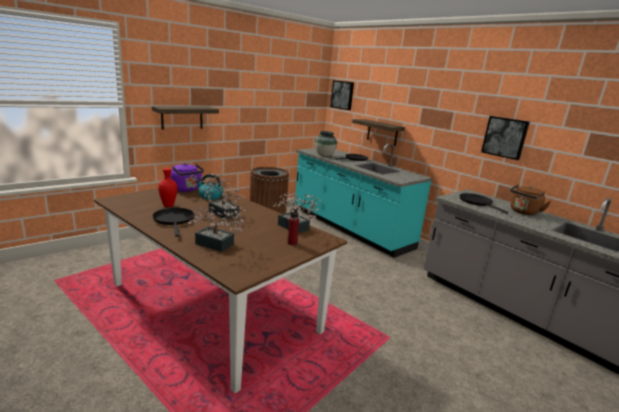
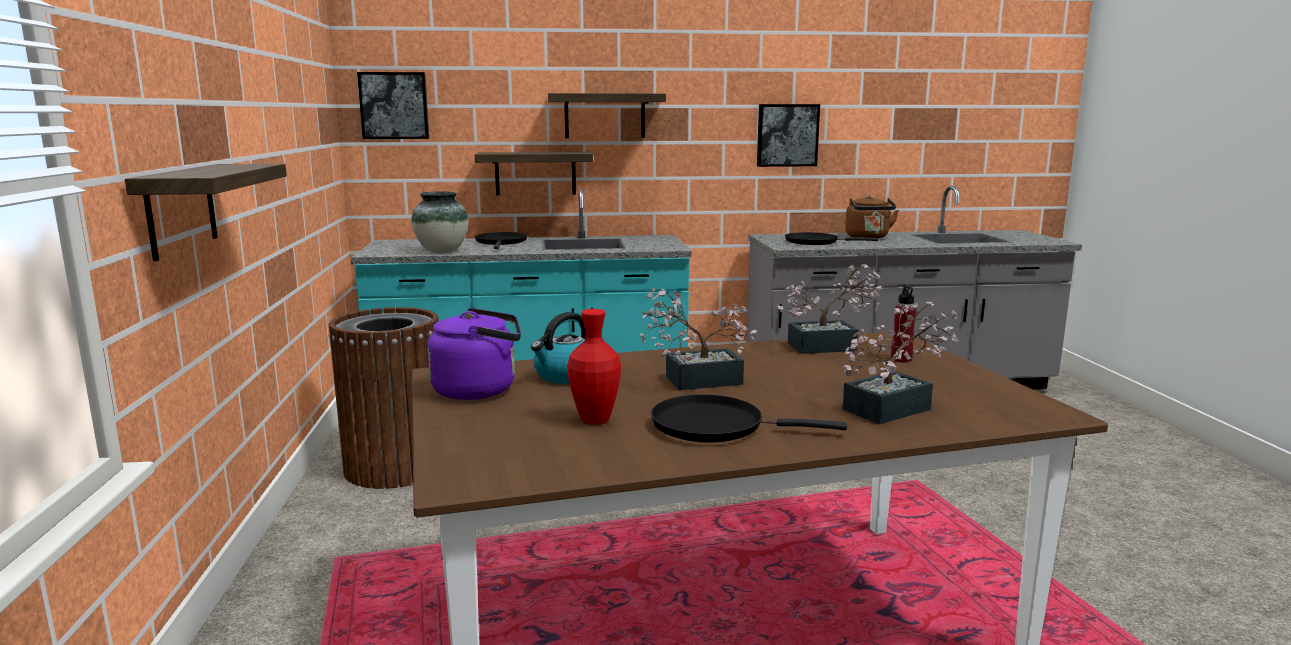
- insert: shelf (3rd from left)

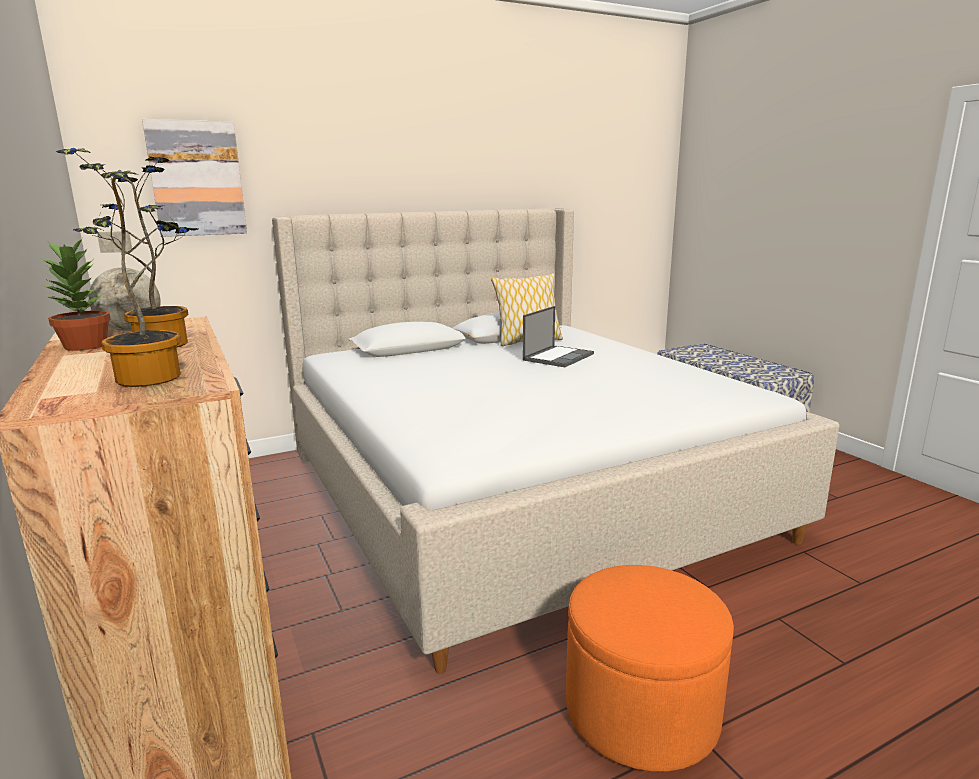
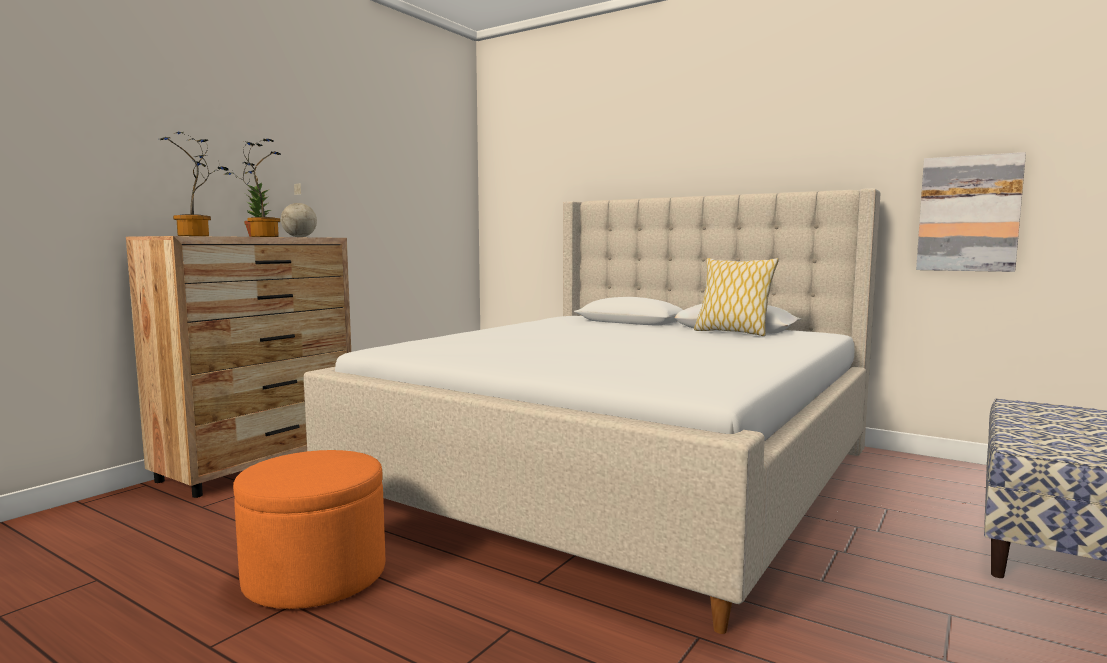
- move: picture
- delete: notebook computer

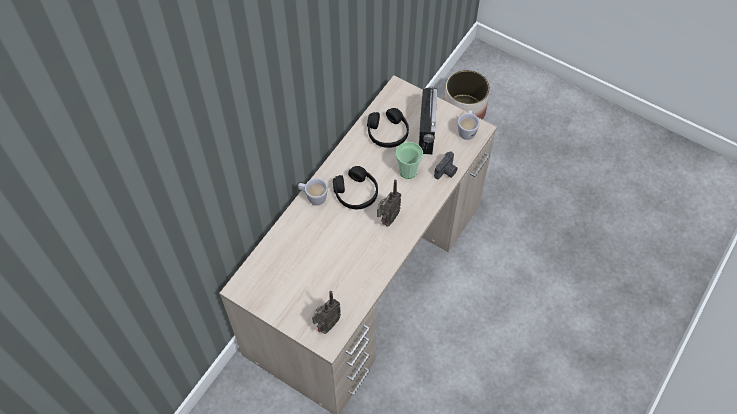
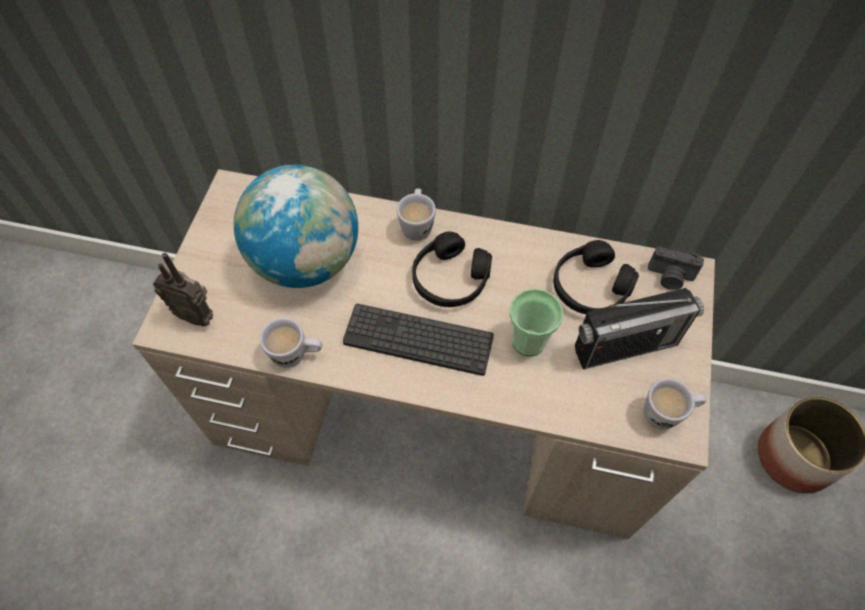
- replace: radio receiver (2nd from left) to PC keyboard
- move: still camera
- insert: world globe
- insert: coffee mug (white-coloured) (1st from left)

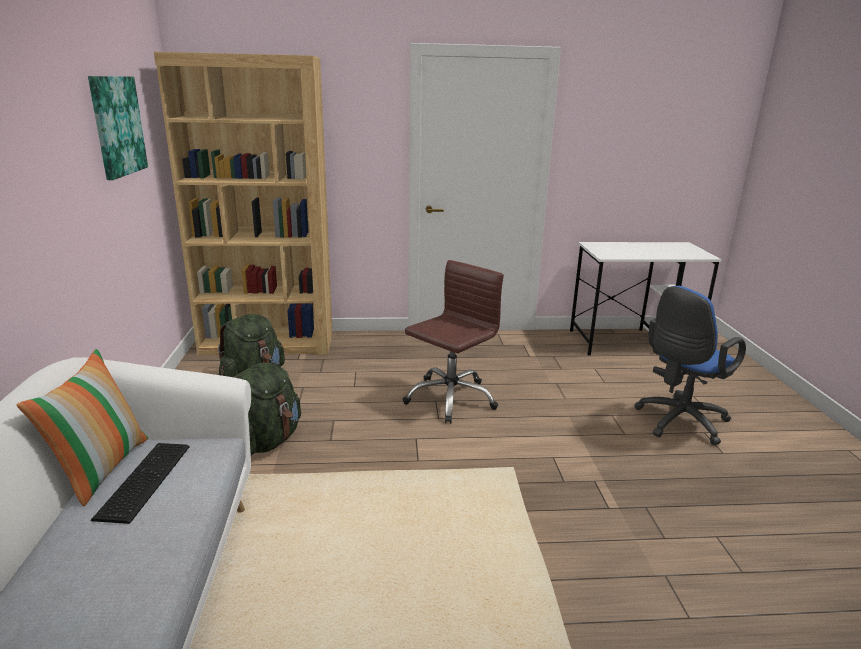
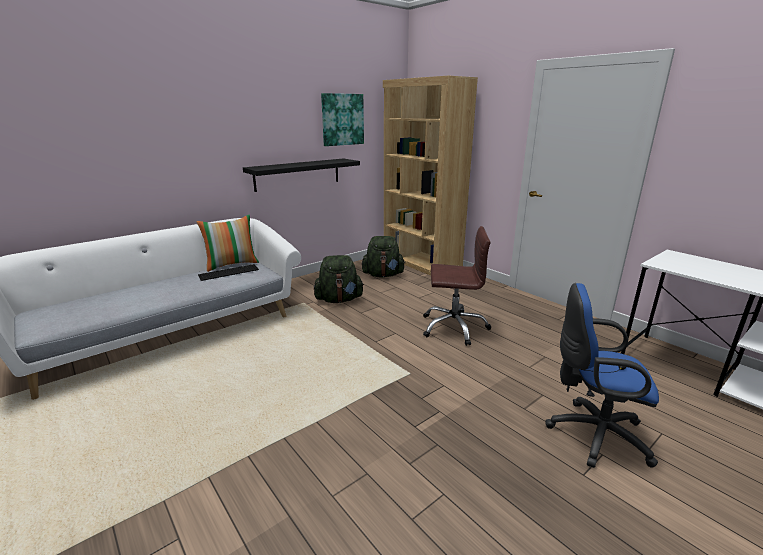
- insert: shelf (black)

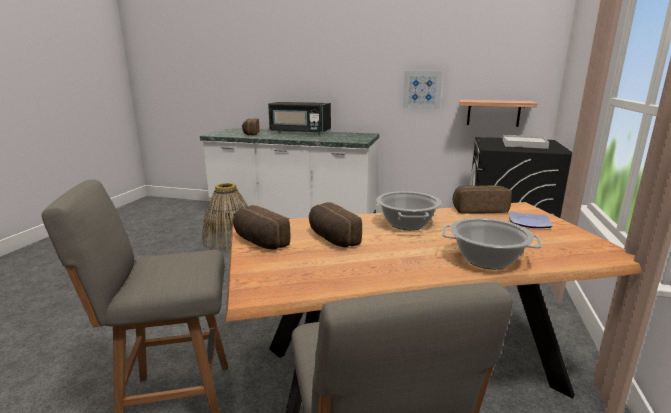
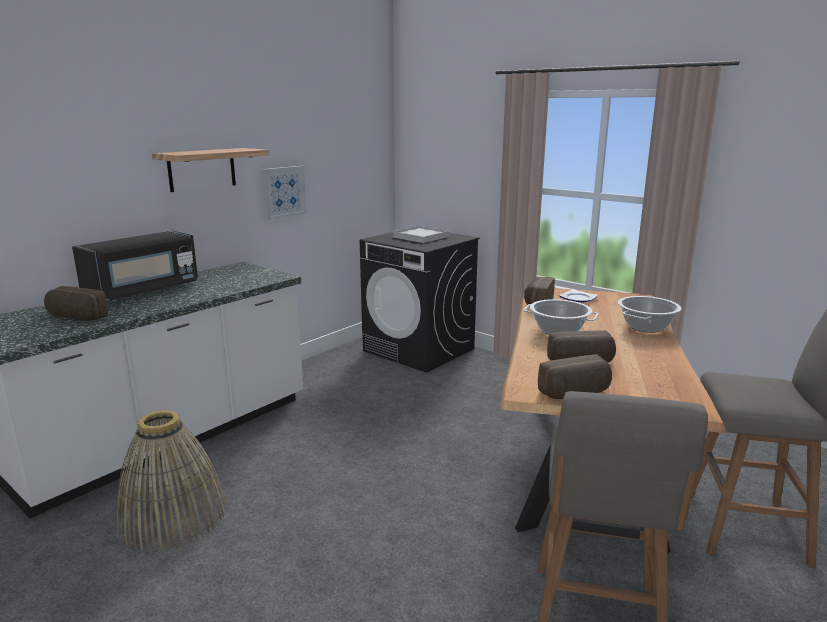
- move: shelf

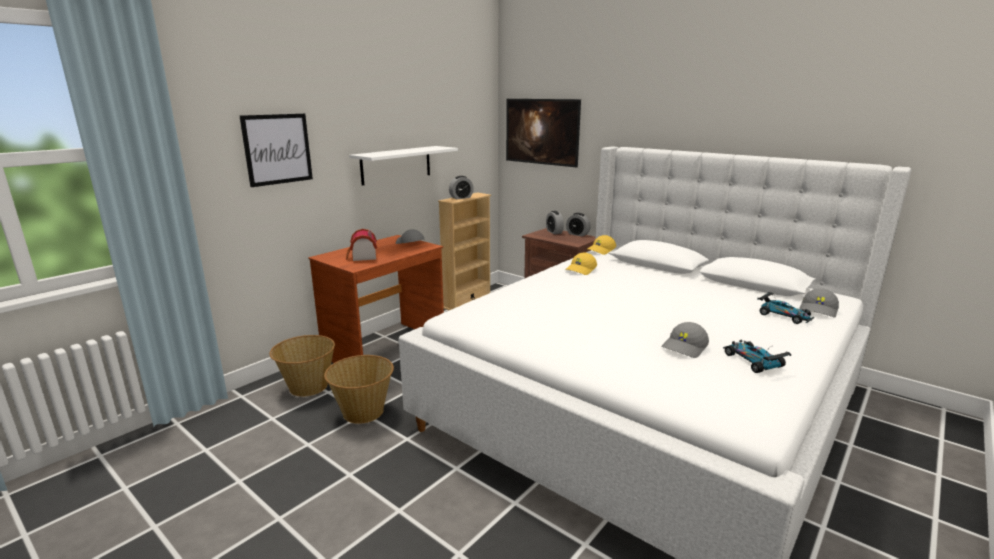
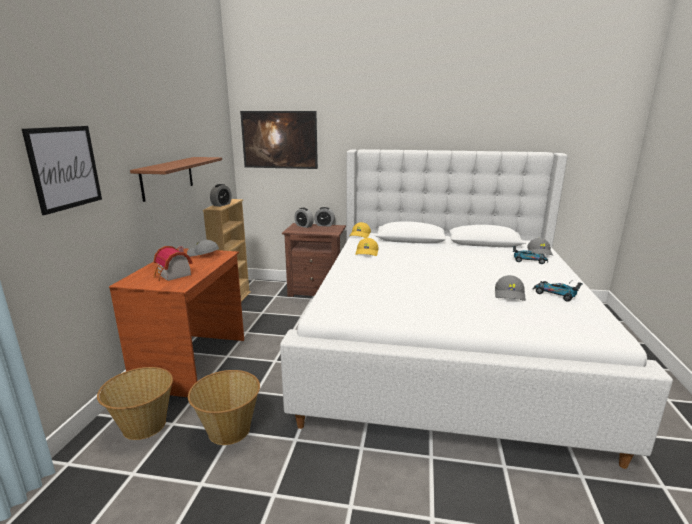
- recolor: shelf (white-coloured) to shelf (brown-coloured)

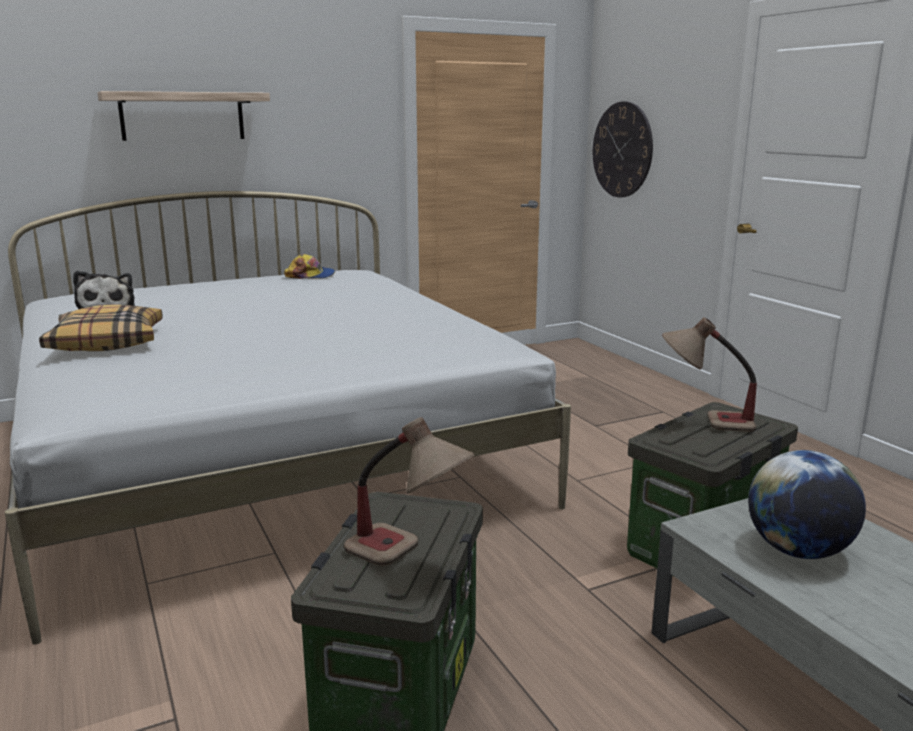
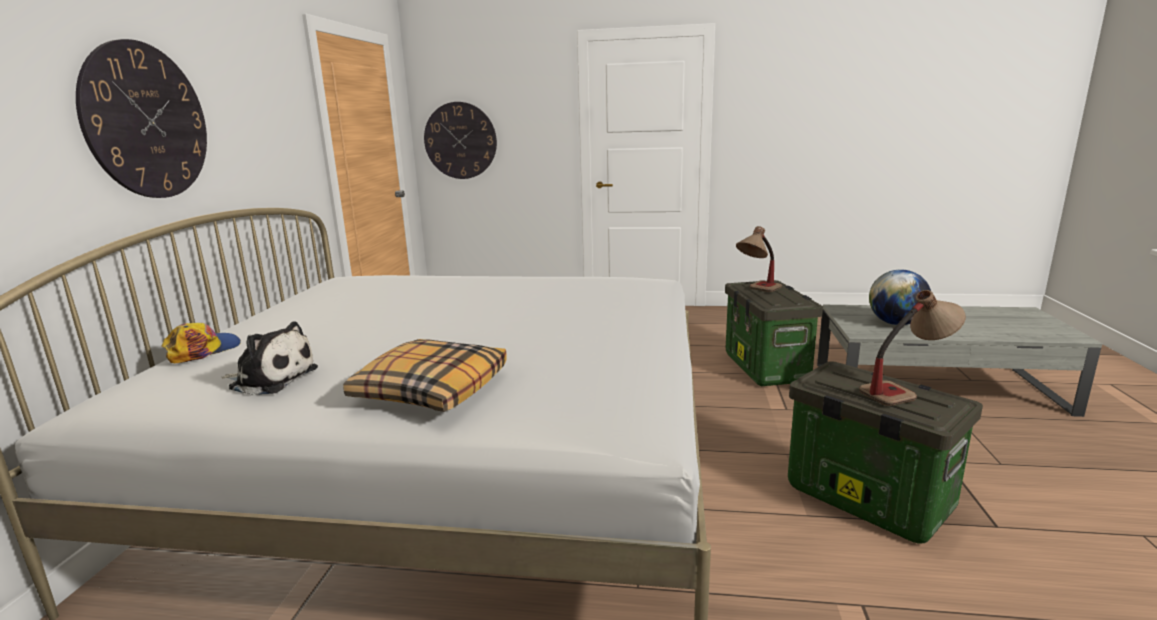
- replace: shelf to hanging clock (1st from left)
- move: baseball cap

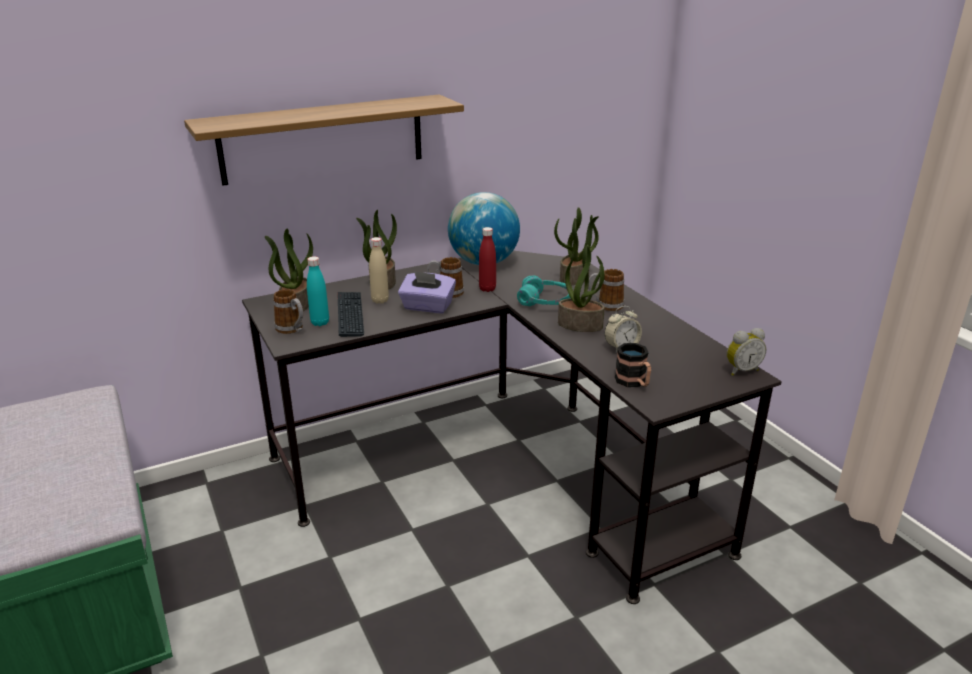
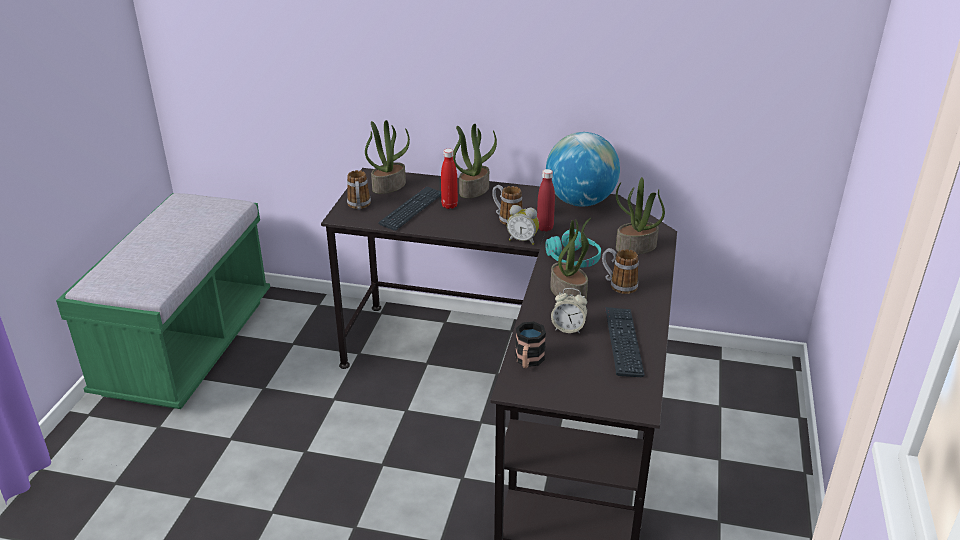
- delete: shelf
- delete: beverage bottle (turquoise)
- recolor: beverage bottle (sand-coloured) to beverage bottle (reddish) (1st from left)
- delete: tissue holder (purple-coloured)
- move: bedside clock (2nd from left in the first image) to bedside clock (1st from left)
- insert: PC keyboard (2nd from left)

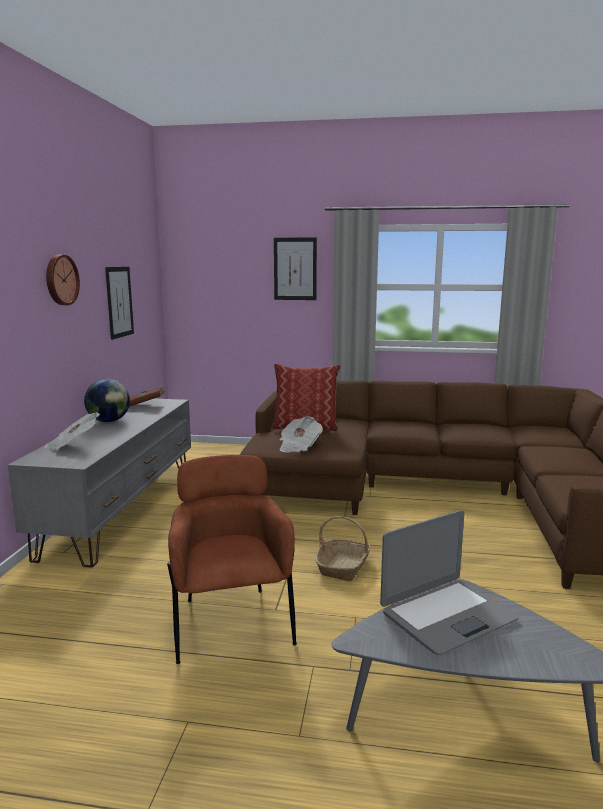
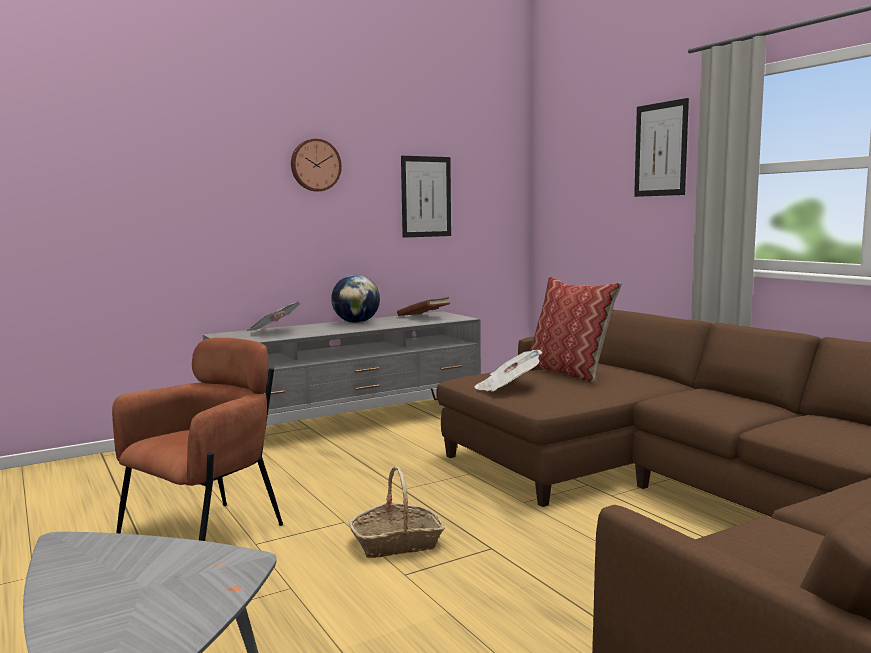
- delete: notebook computer

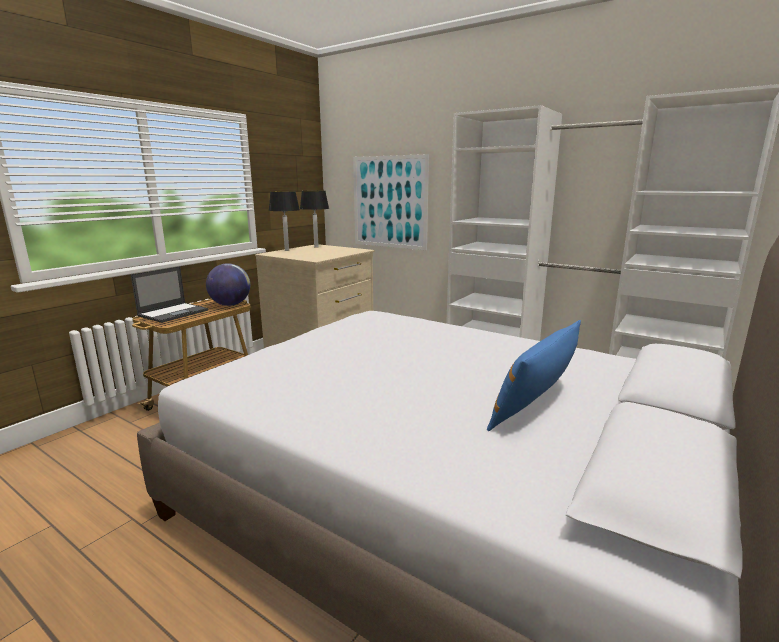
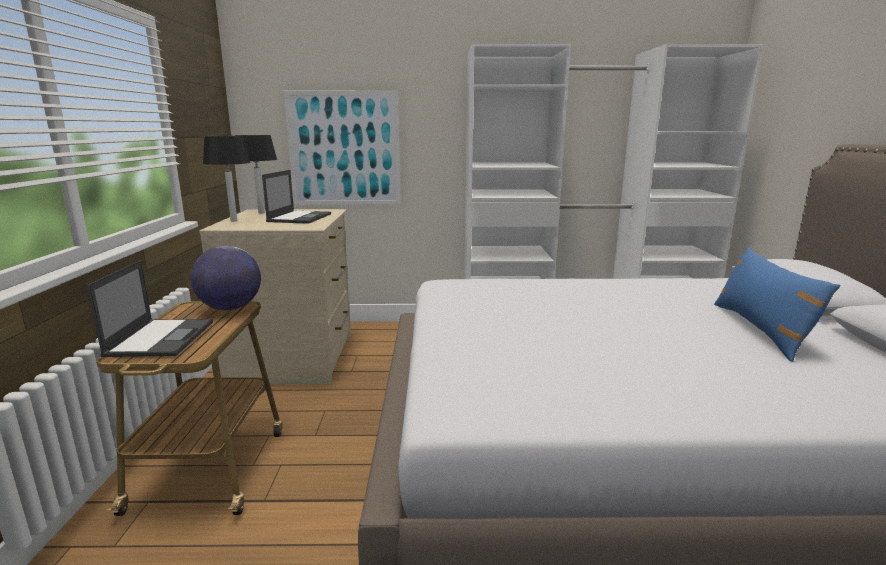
- insert: notebook computer (2nd from left)

